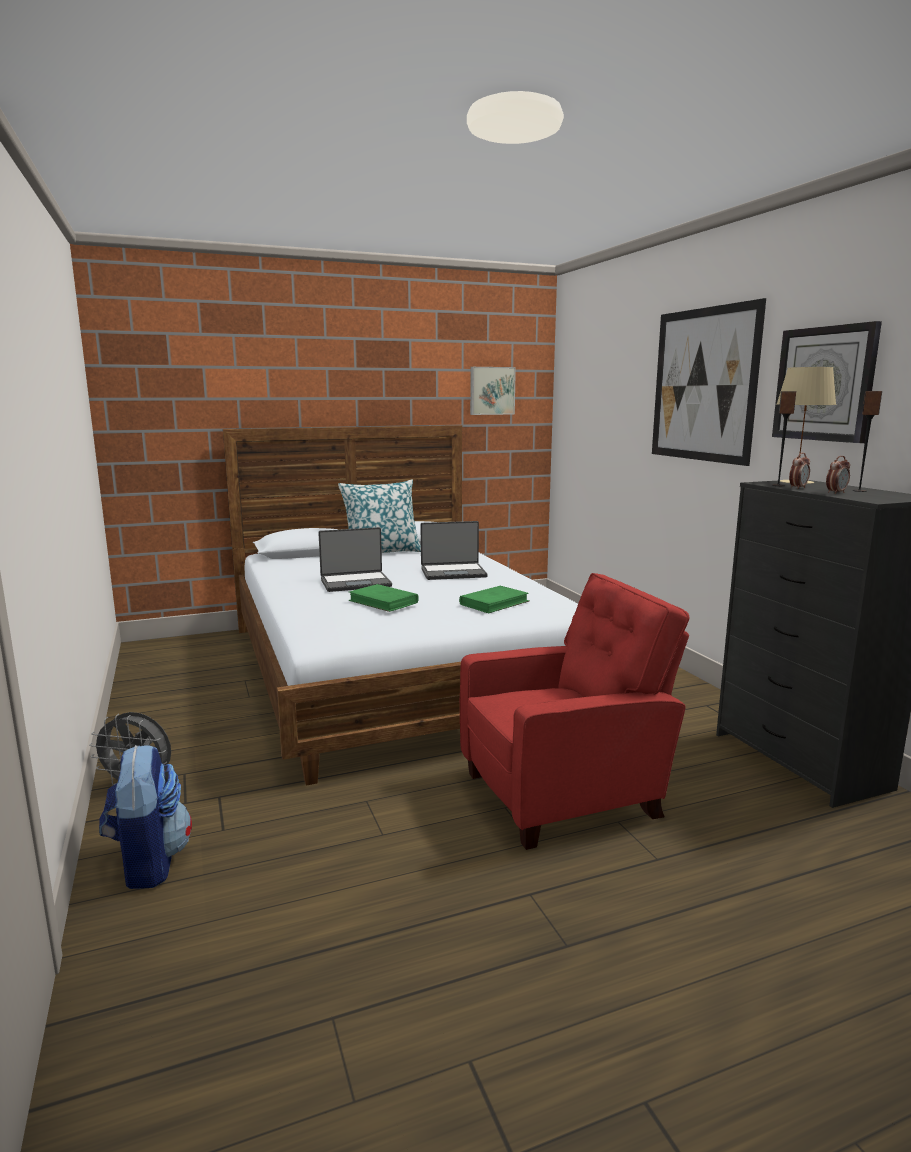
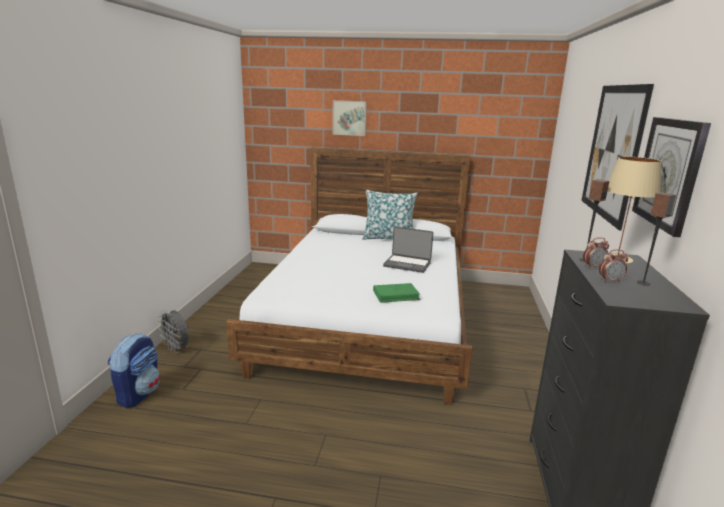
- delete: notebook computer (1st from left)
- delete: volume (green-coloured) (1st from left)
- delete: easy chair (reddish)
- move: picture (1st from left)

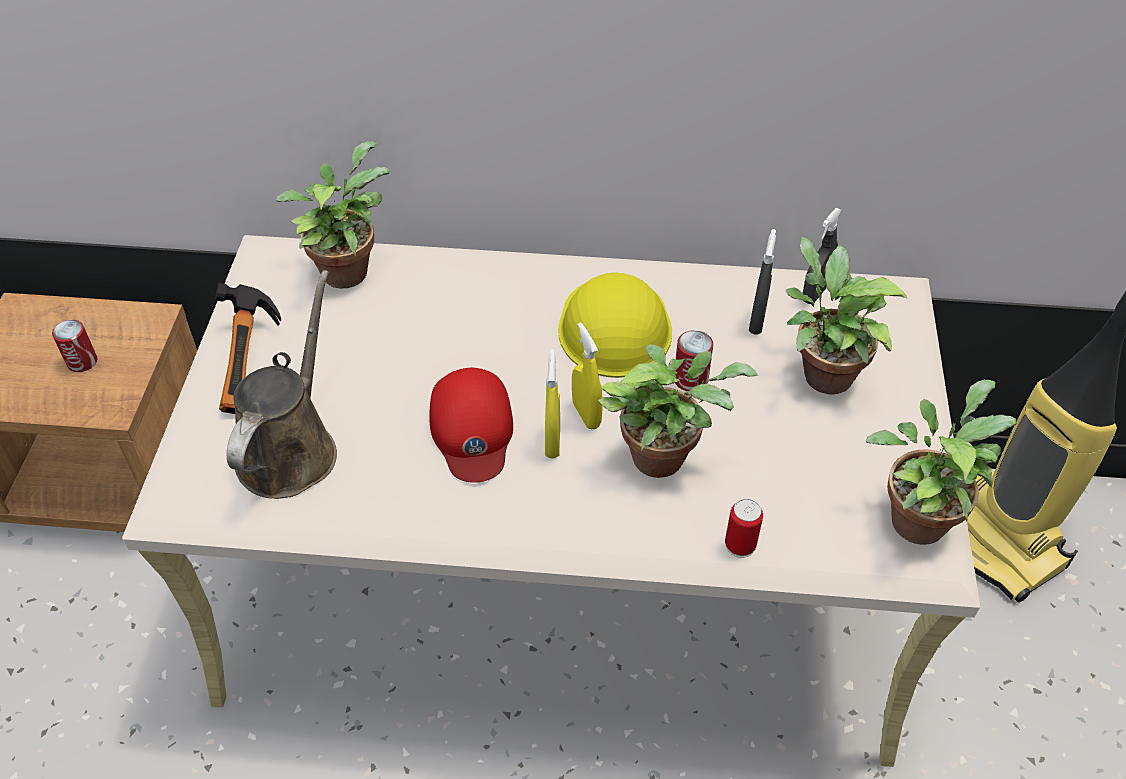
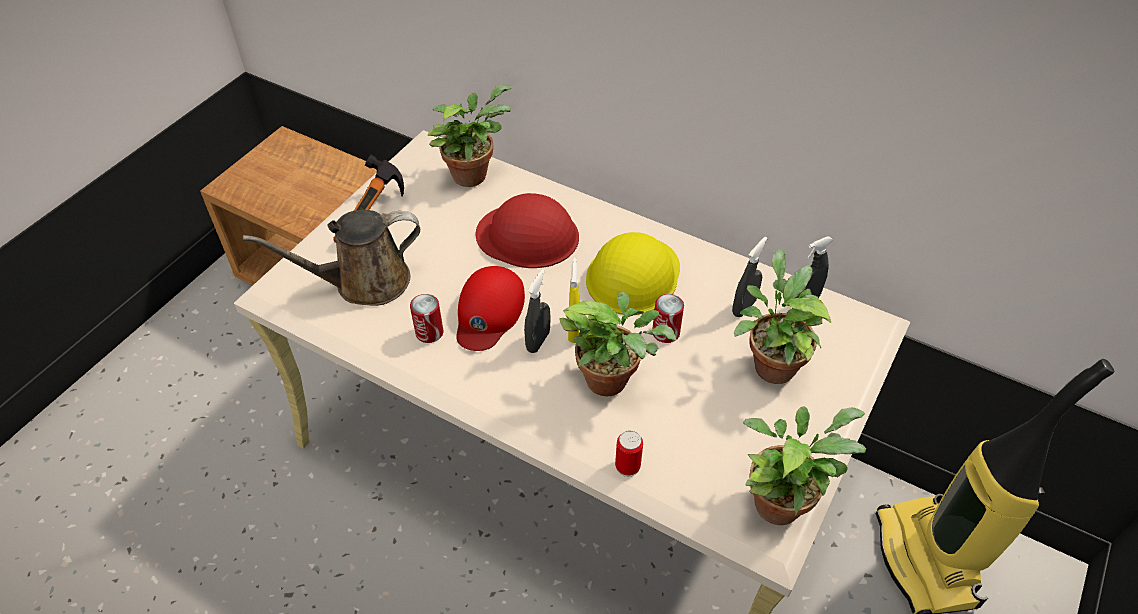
- move: sealed can (1st from left)
- rotate: watering pot (brown-coloured) 150 degrees counterclockwise
- recolor: hand sprayer (yellowish) (1st from left) to hand sprayer (grey) (1st from left)
- insert: work helmet (reddish)

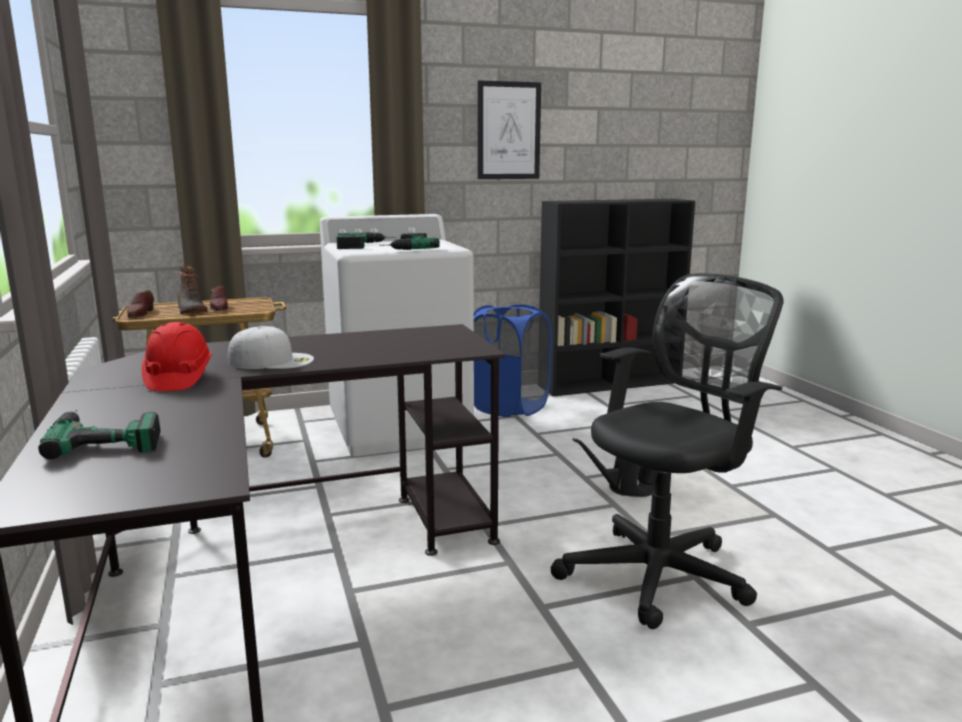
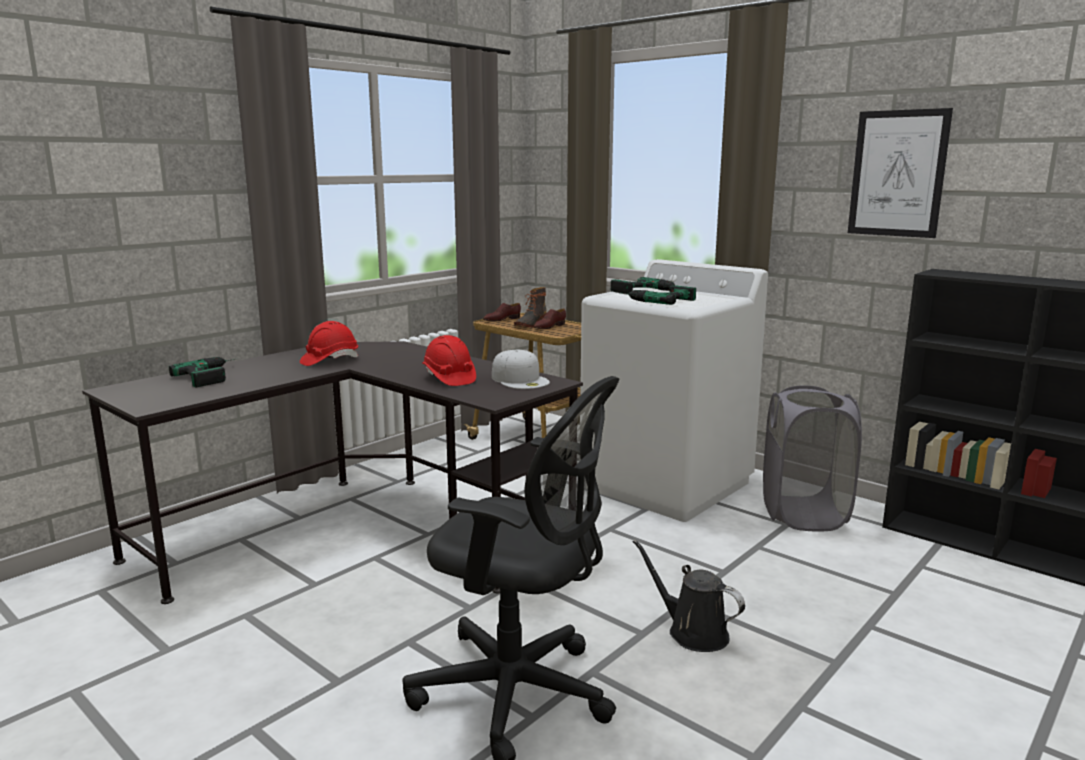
- move: baseball cap (white-coloured)
- recolor: washing basket (blue-coloured) to washing basket (grey)
- insert: work helmet (reddish) (2nd from left)

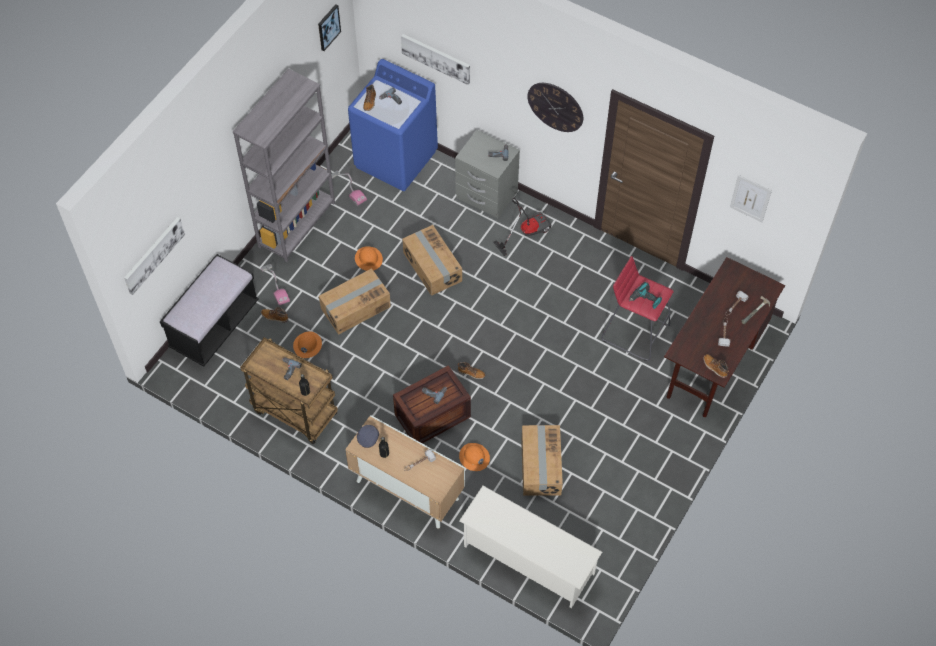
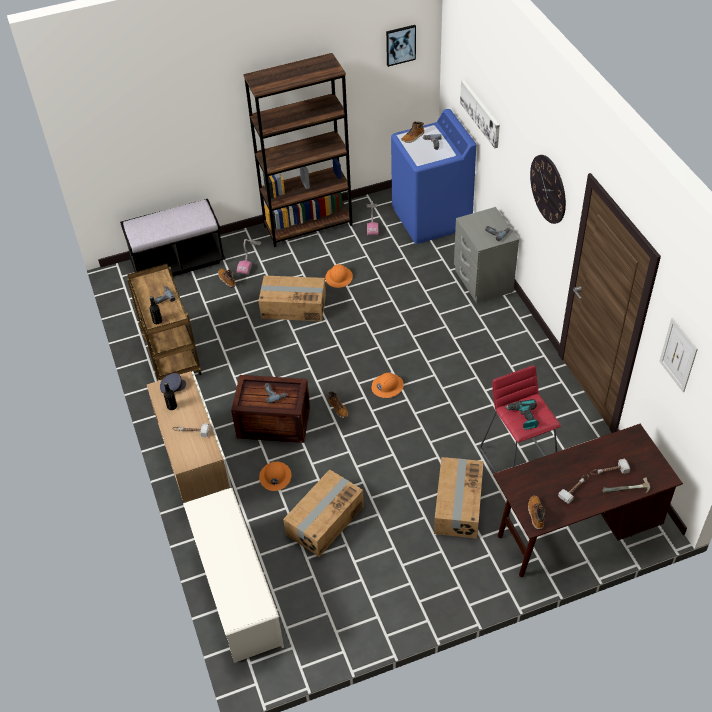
- delete: picture (1st from left)
- recolor: shelving unit (grey) to shelving unit (brown-coloured)
- move: work helmet (orange-coloured) (1st from left in the first image) to work helmet (orange-coloured) (3rd from left)
- move: cardboard box (2nd from left in the first image) to cardboard box (3rd from left)
- delete: vacuum cleaner (3rd from left)

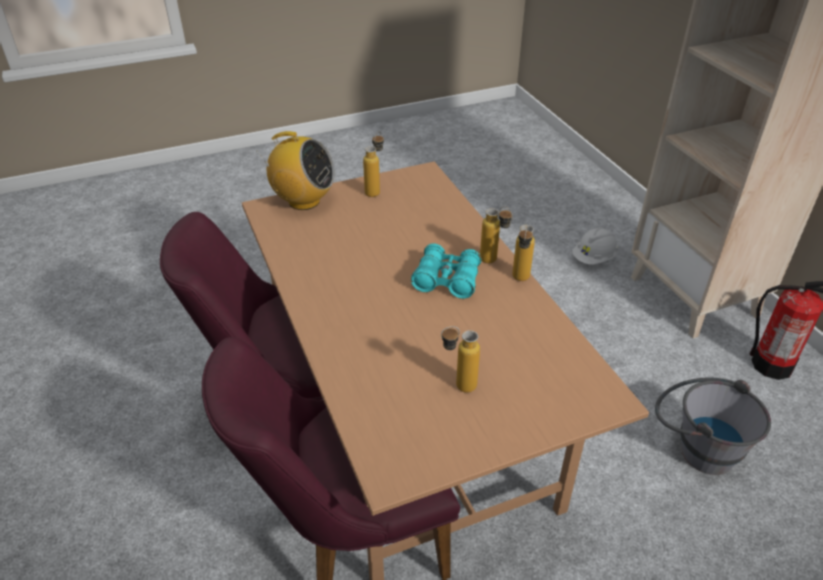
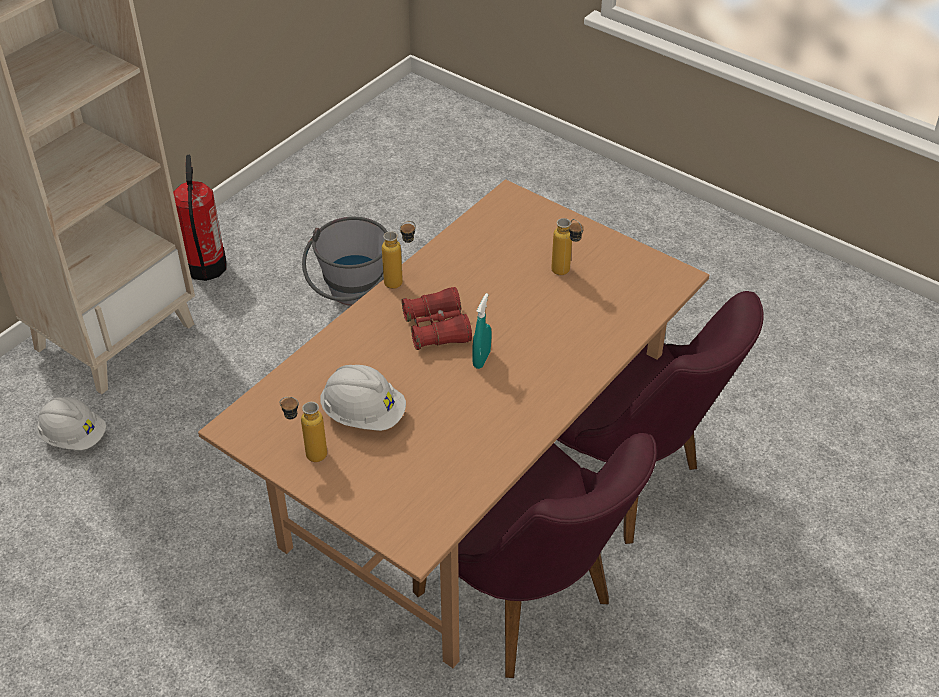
- delete: radio receiver
- recolor: pair of binoculars (turquoise) to pair of binoculars (reddish)
- delete: beverage bottle (3rd from left)
- insert: work helmet (white-coloured) (2nd from left)
- insert: hand sprayer (turquoise)

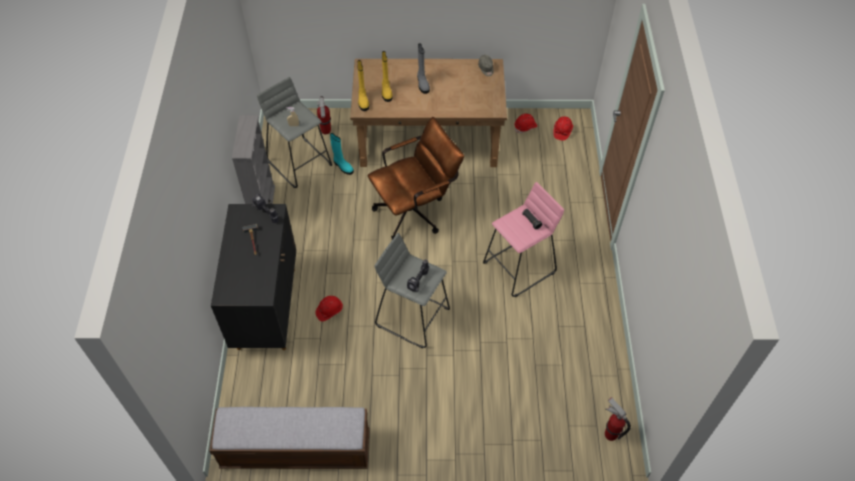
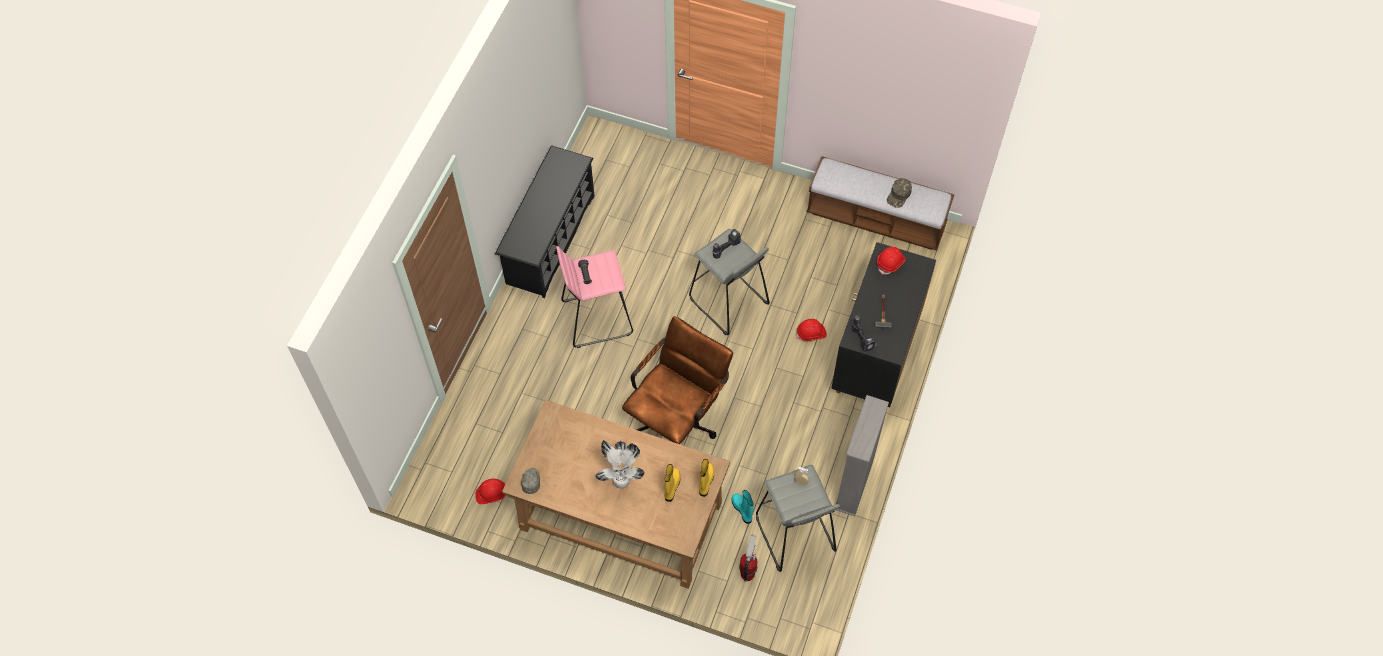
- rotate: office chair (brown-coloured) 135 degrees clockwise
- replace: tall boot (grey) to potted plant
- move: work helmet (reddish) (3rd from left)
- delete: fire extinguisher (2nd from left)
- insert: shoe stand (black)
- insert: baseball cap (green-coloured)

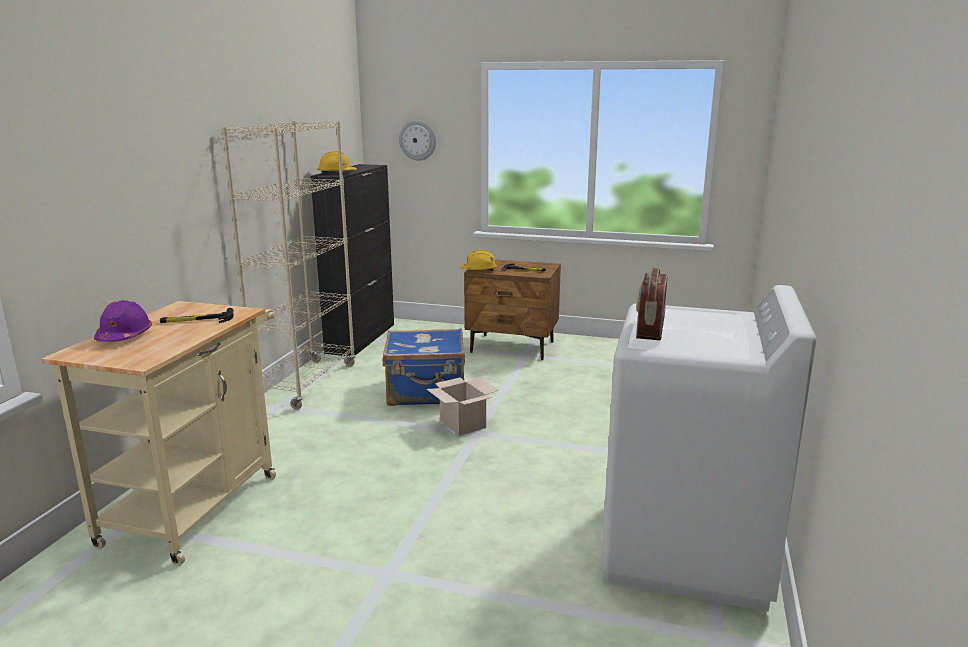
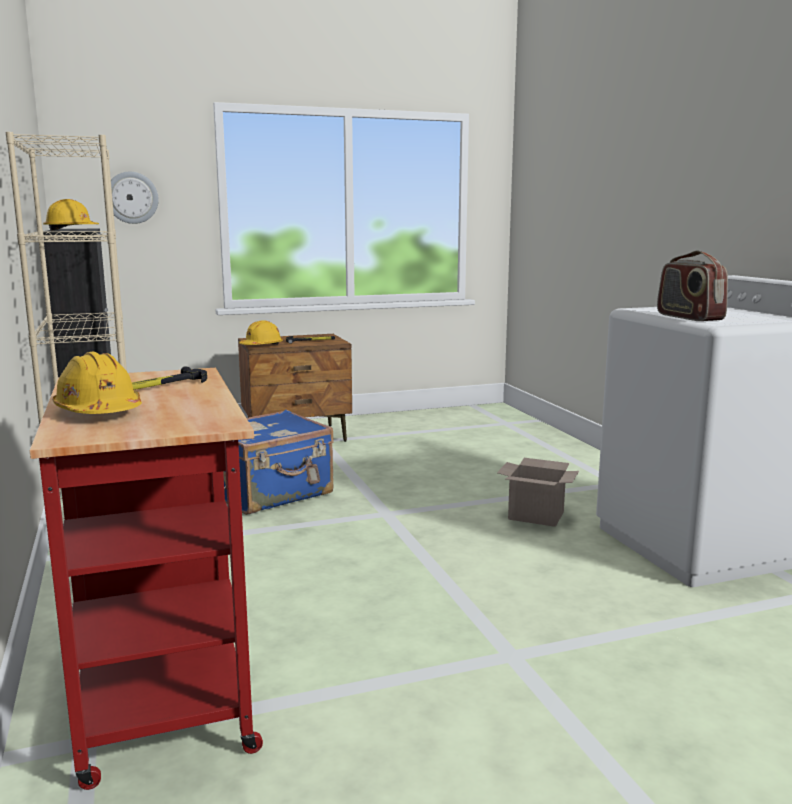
- recolor: trolley (sand-coloured) to trolley (reddish)
- recolor: work helmet (purple-coloured) to work helmet (yellowish) (2nd from left)
- move: cardboard box

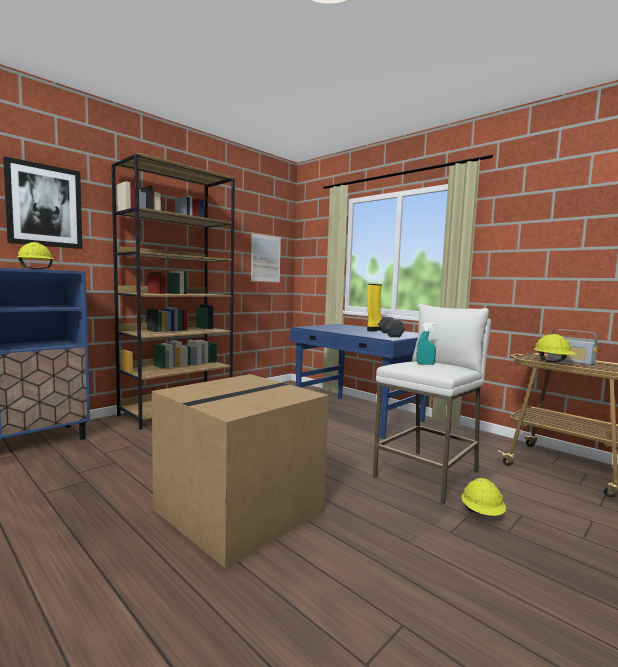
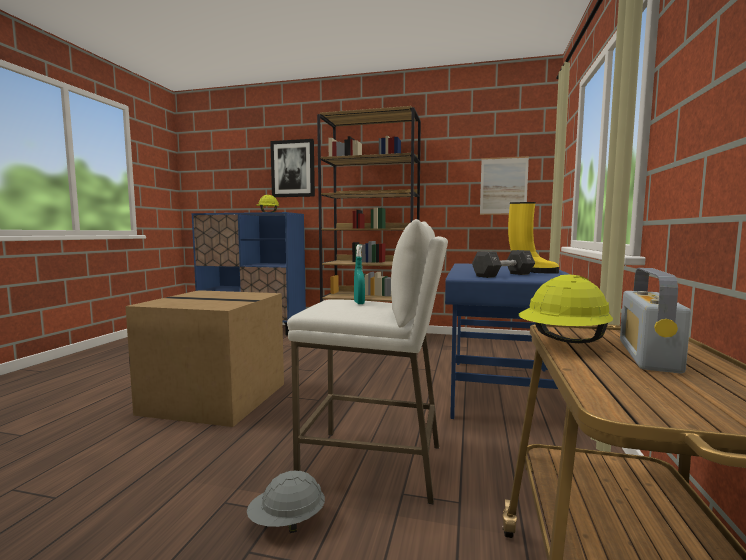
- recolor: work helmet (yellowish) (2nd from left) to work helmet (grey)

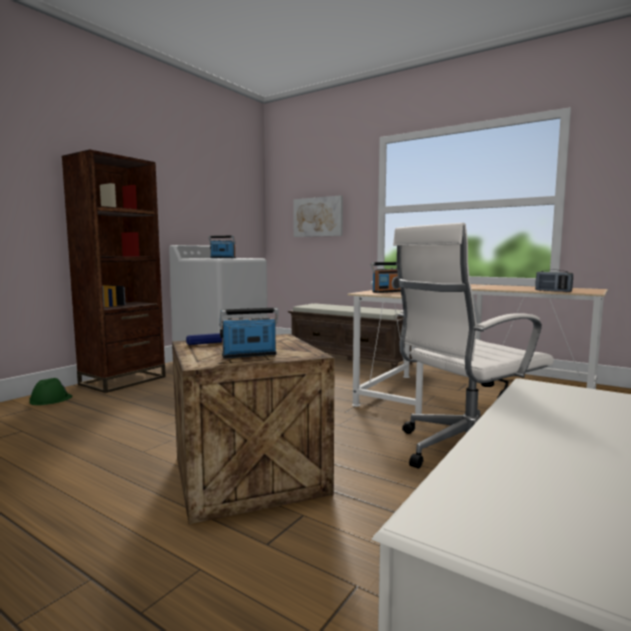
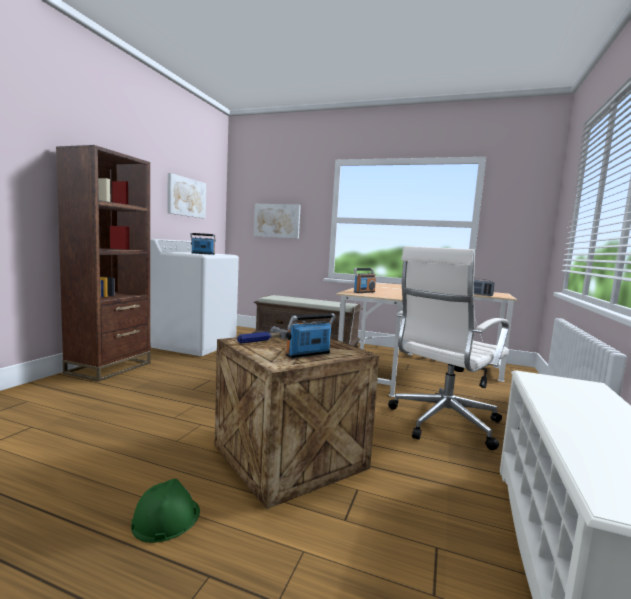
- move: work helmet (green-coloured)
- insert: picture (1st from left)

